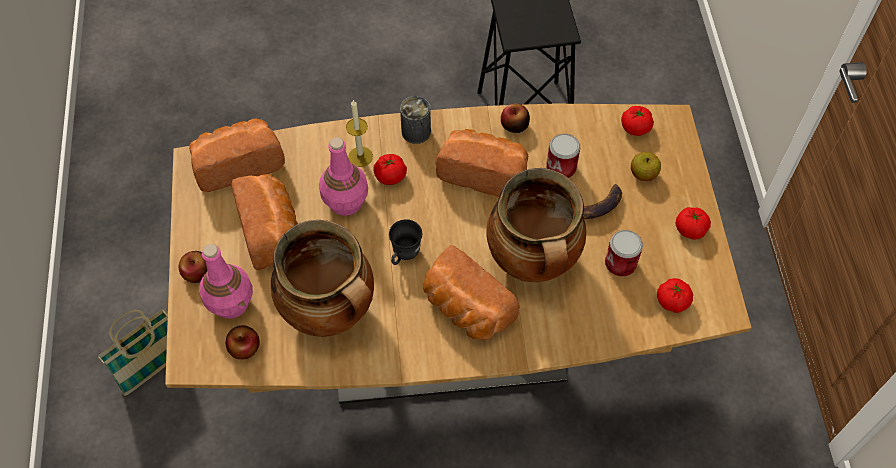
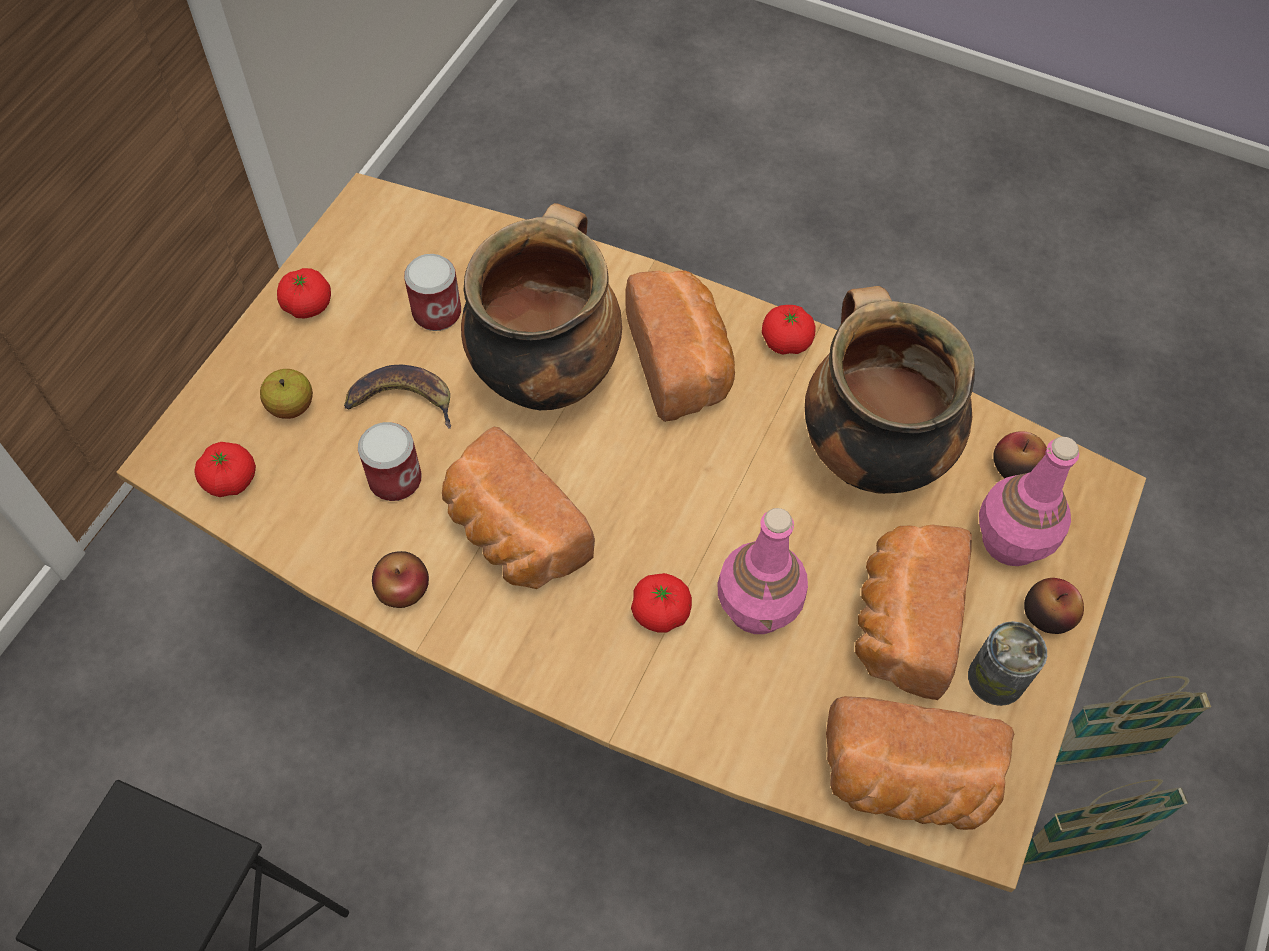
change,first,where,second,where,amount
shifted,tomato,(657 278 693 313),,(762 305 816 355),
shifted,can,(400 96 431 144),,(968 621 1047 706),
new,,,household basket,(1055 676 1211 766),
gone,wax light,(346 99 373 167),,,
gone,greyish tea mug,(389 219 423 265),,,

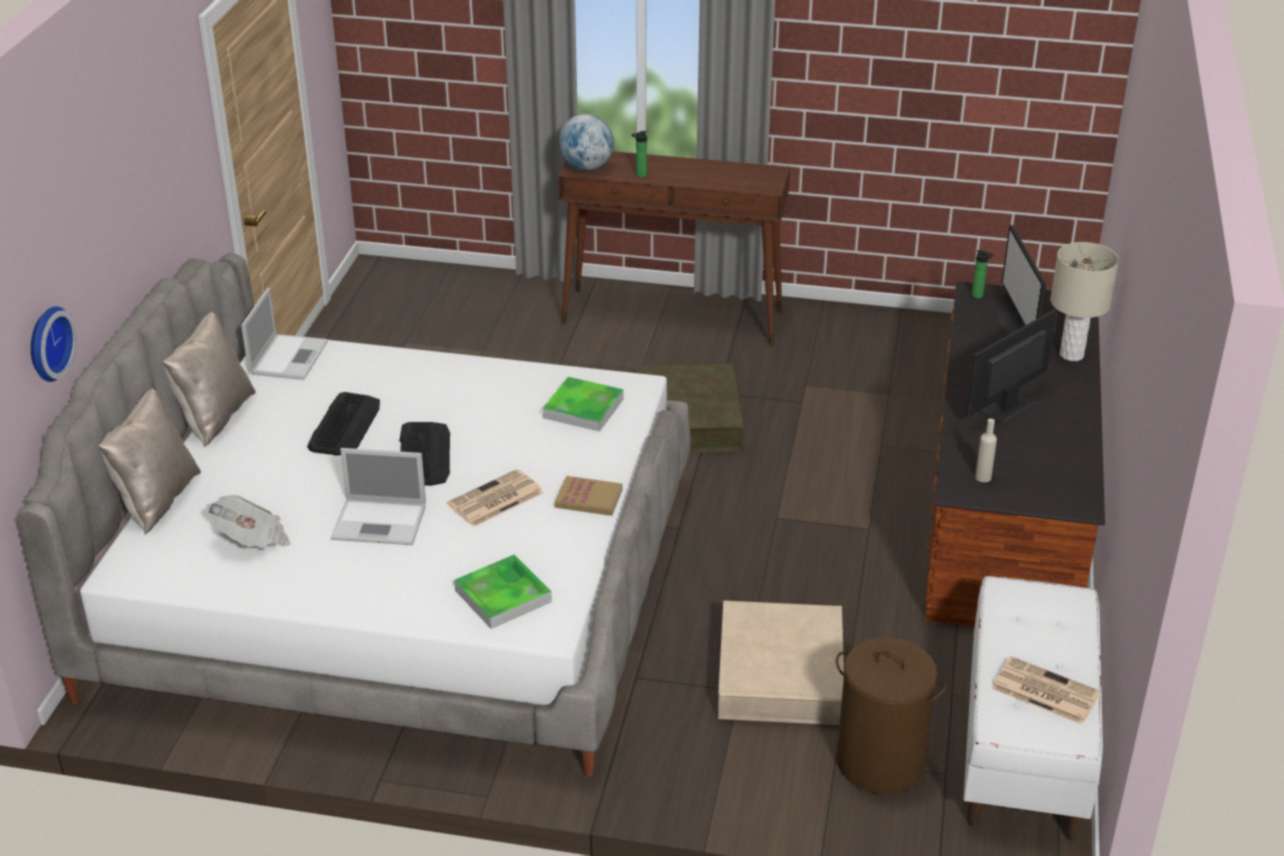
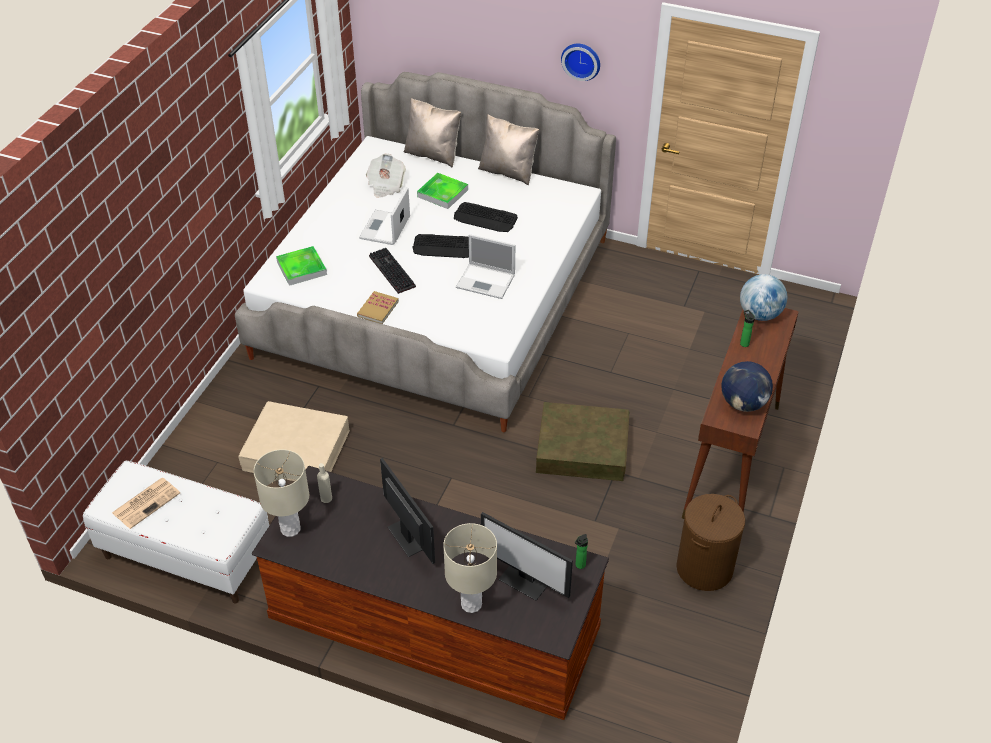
change,first,where,second,where,amount
new,,,beige-coloured lamp for a table,(253 449 309 537),
swapped,daily paper,(447 469 543 527),PC keyboard,(369 248 416 294),
shifted,carrying tray,(543 377 624 432),,(417 173 468 209),
shifted,notebook computer,(241 288 328 380),,(456 234 515 299),
rotated,monitor,(995 225 1046 335),,(481 512 573 601),150 degrees counterclockwise
shifted,wall clock,(31 306 77 382),,(561 44 600 81),
shifted,brown washing basket,(836 637 947 794),,(676 494 745 591),
new,,,desk globe,(721 361 773 412),

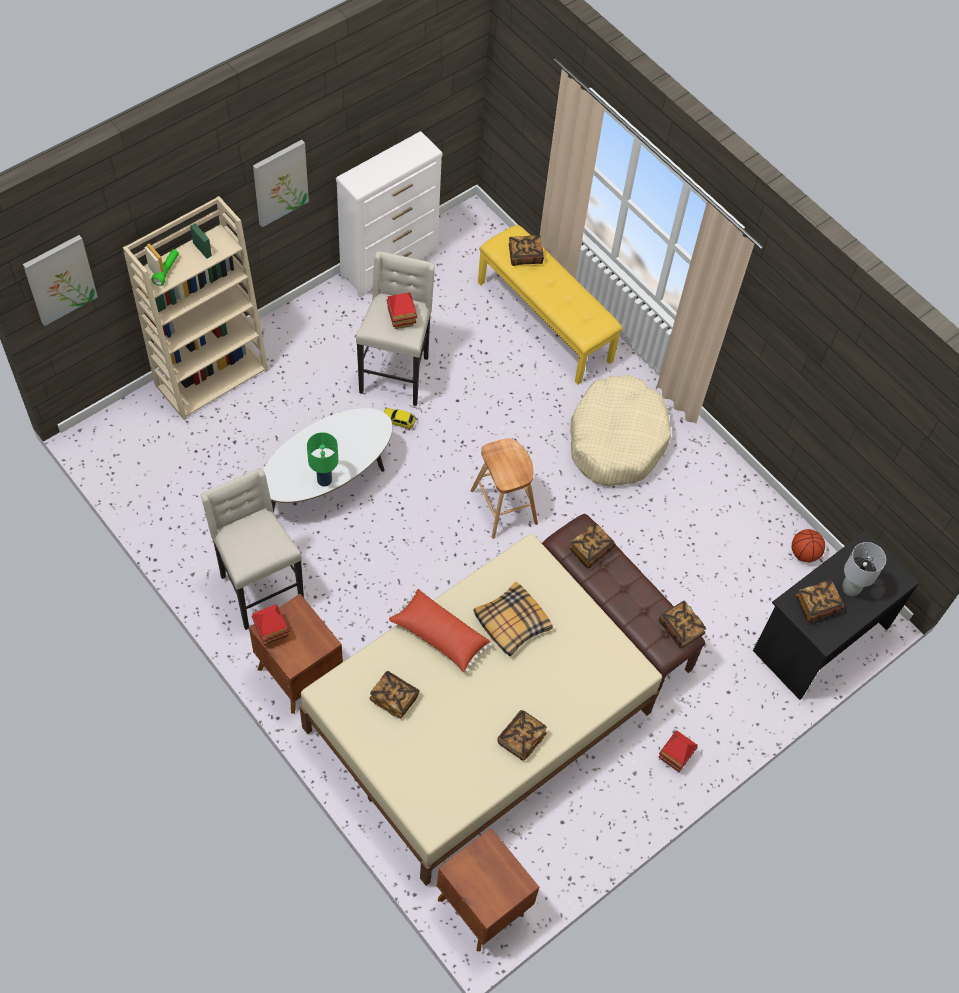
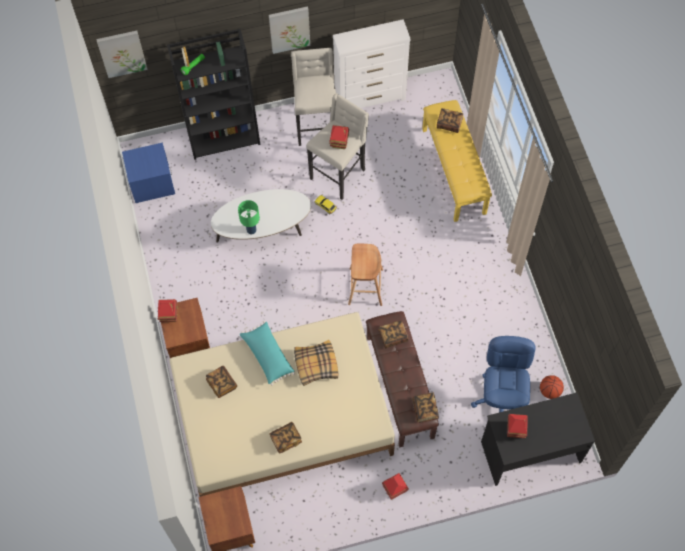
change,first,where,second,where,amount
new,,,blue night table,(122 143 175 203),
repainted,beige-coloured bookshelf,(123 196 269 420),black bookshelf,(167 29 260 160),
repainted,red-coloured pillow,(389 589 492 672),turquoise-coloured pillow,(240 321 295 386),
shifted,beige-coloured sitting stool,(200 468 304 630),,(291 48 336 146),
new,,,blue office chair,(471 336 536 412),
swapped,bound book,(796 580 844 623),model house,(507 414 528 438),
gone,beige-coloured dog cushion,(570 375 671 486),,,
gone,greyish lamp for a table,(842 542 886 596),,,

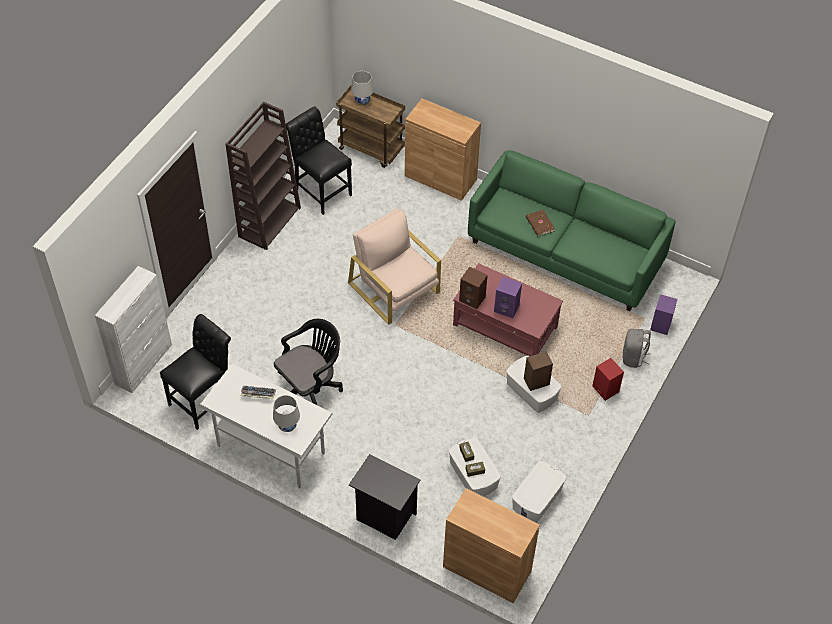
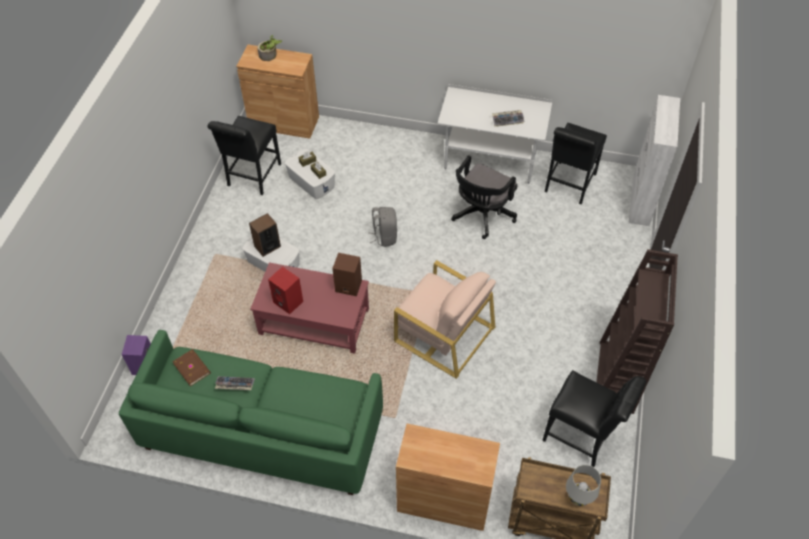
change,first,where,second,where,amount
shifted,brown bound book,(526 210 555 236),,(172 349 211 386),
swapped,white storage box,(512 461 567 523),black plain chair,(208 116 281 195),
new,,,PC keyboard,(215 376 255 390),
new,,,potted plant,(257 35 282 61),
shifted,red-coloured audio speaker,(592 358 624 401),,(268 266 303 314),
shifted,greyish backpack,(623 329 651 368),,(368 207 397 247),
gone,white lamp for a table,(273 395 300 432),,,
gone,black night table,(349 454 420 540),,,
gone,purple-coloured audio speaker,(494 277 522 318),,,

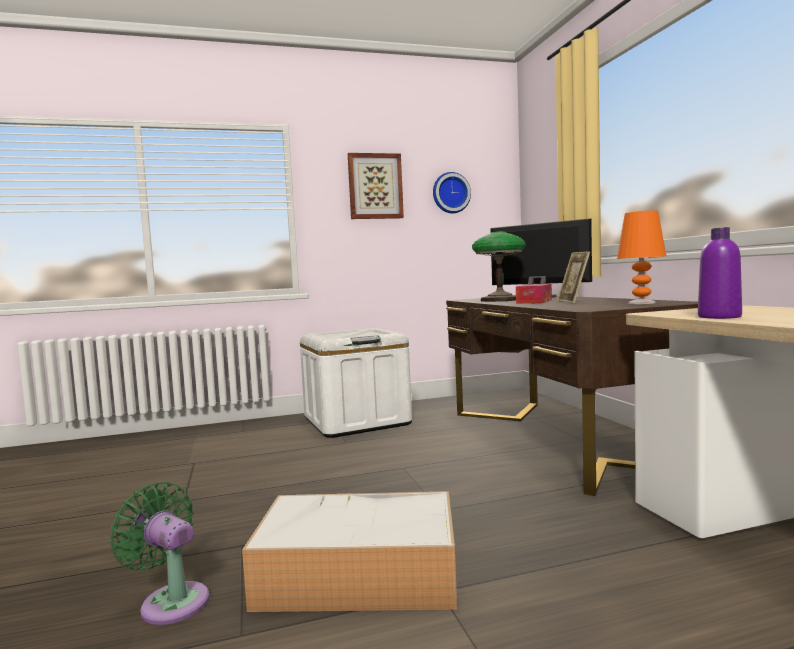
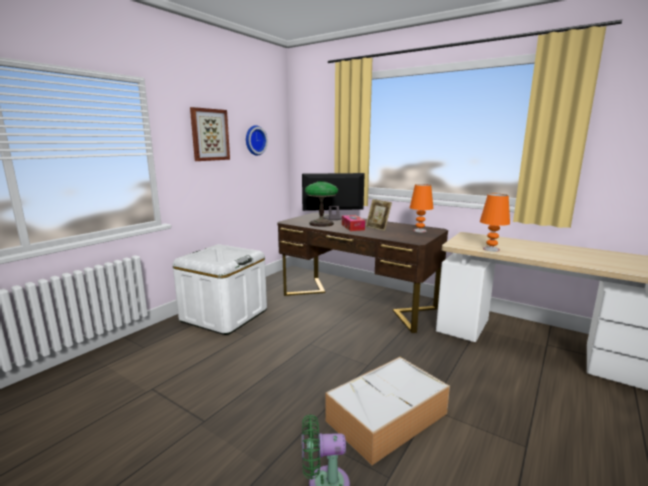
change,first,where,second,where,amount
swapped,purple-coloured beverage bottle,(698 227 742 319),orange-coloured lamp for a table,(480 194 510 252),

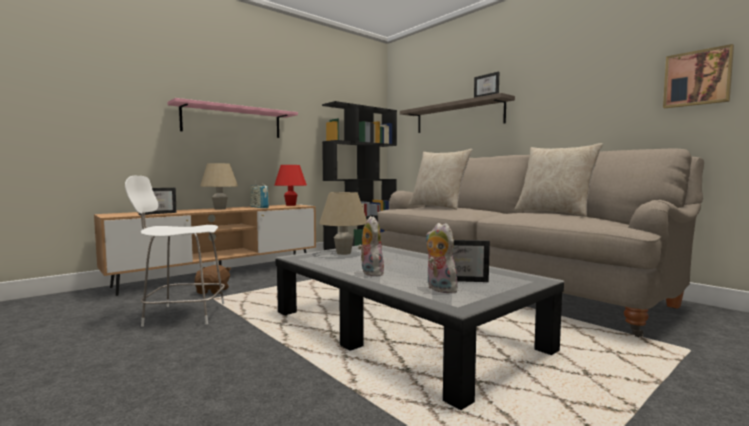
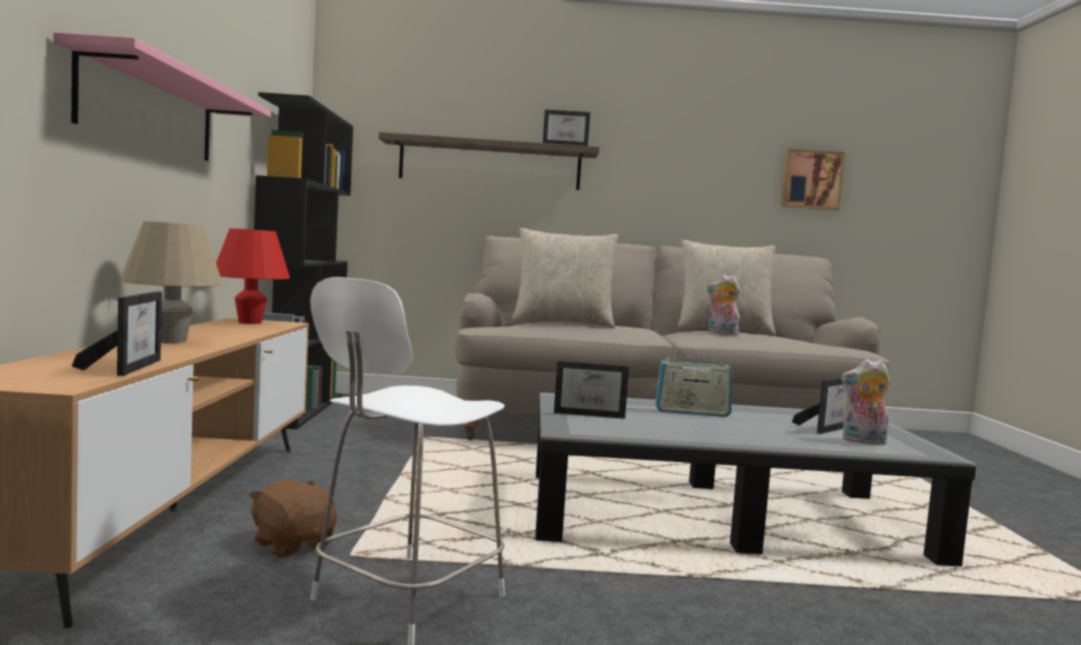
change,first,where,second,where,amount
swapped,beige-coloured lamp for a table,(319 192 367 255),picture frame,(554 361 629 419),
shifted,radio set,(250 183 269 208),,(655 350 732 417),
shifted,cuddly toy,(358 216 384 276),,(707 275 740 335),

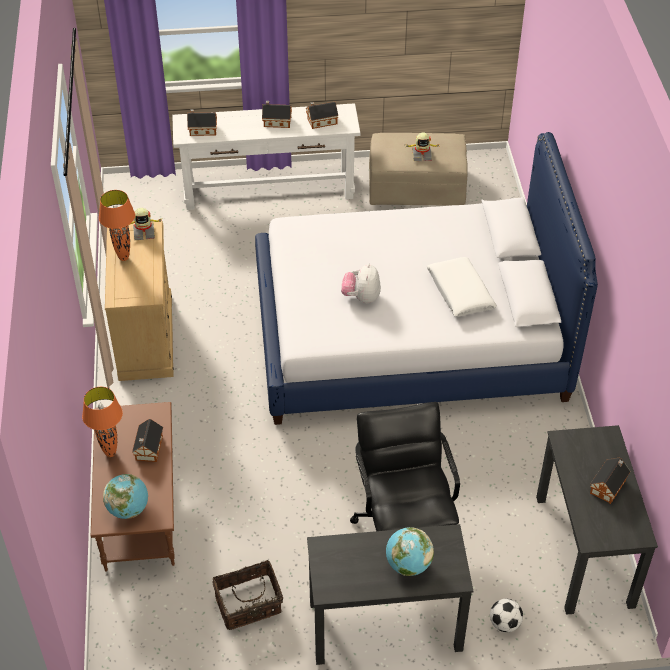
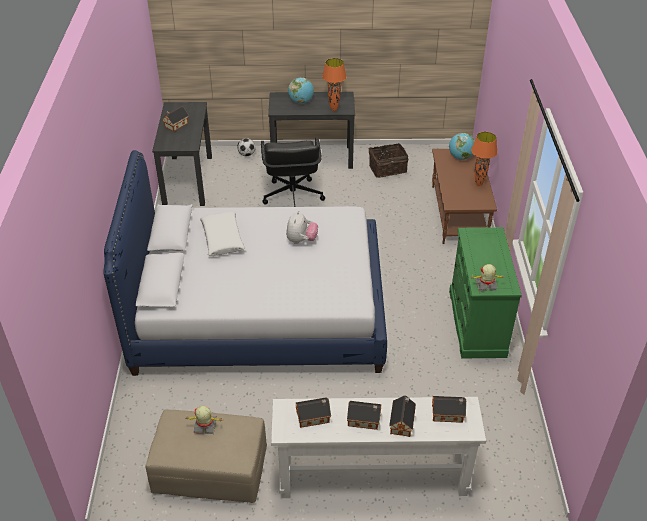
change,first,where,second,where,amount
shifted,orange-coloured lamp for a table,(99 190 135 261),,(322 58 347 111),
shifted,model house,(132 419 163 462),,(389 396 416 437),
repainted,beige-coloured drawer chest,(105 221 174 381),green-coloured drawer chest,(449 227 522 358),

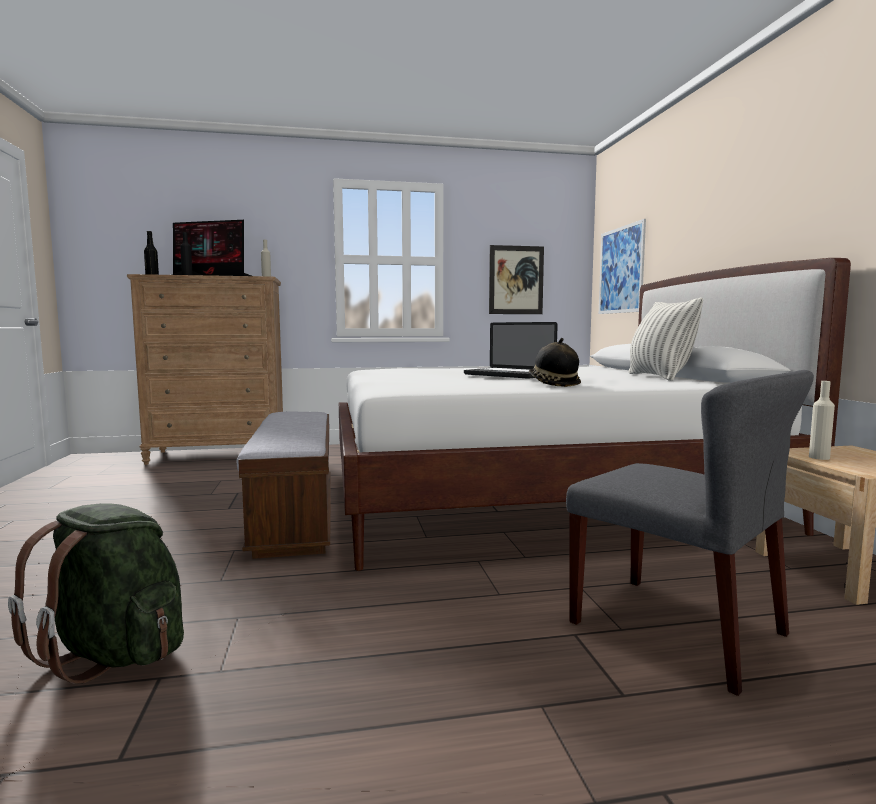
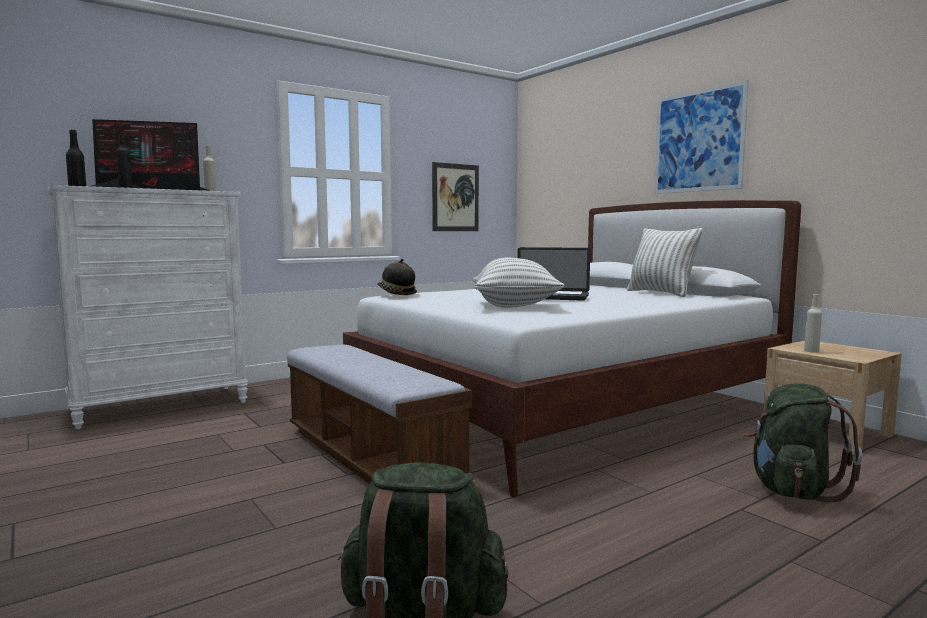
change,first,where,second,where,amount
repainted,brown drawer chest,(127 274 283 465),white drawer chest,(46 185 248 429),
shifted,wearable hat,(529 338 581 387),,(377 259 417 295),
new,,,pillow,(473 258 564 308),
shifted,wall art,(599 219 646 314),,(654 80 749 194),
swapped,greyish plain chair,(566 370 814 696),green-coloured backpack,(744 383 862 503),

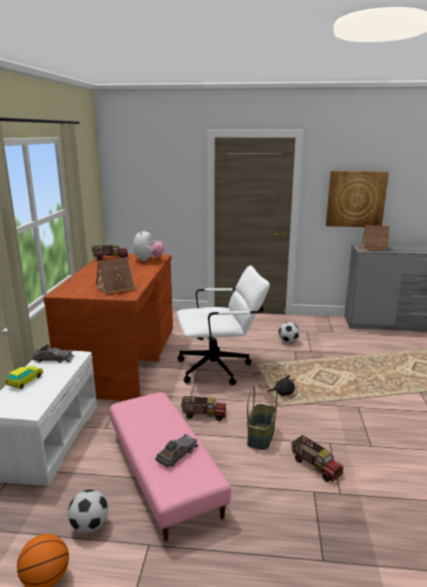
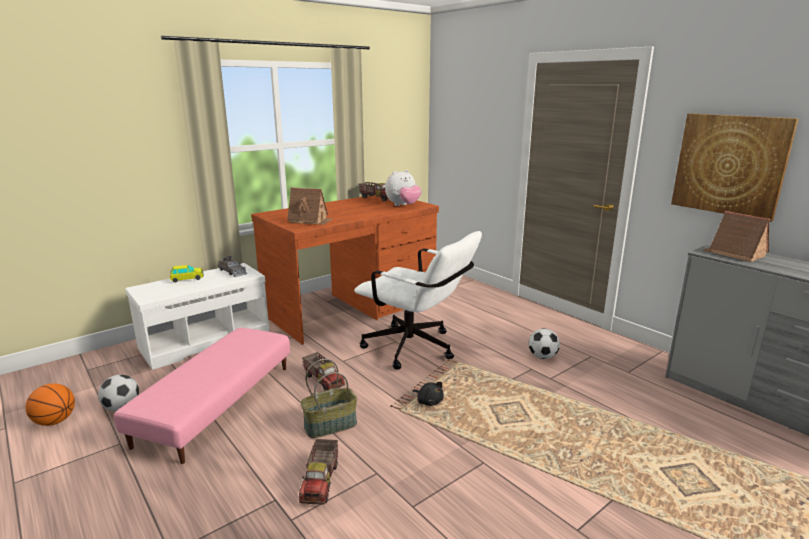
change,first,where,second,where,amount
gone,greyish miniature car,(155 434 199 467),,,

